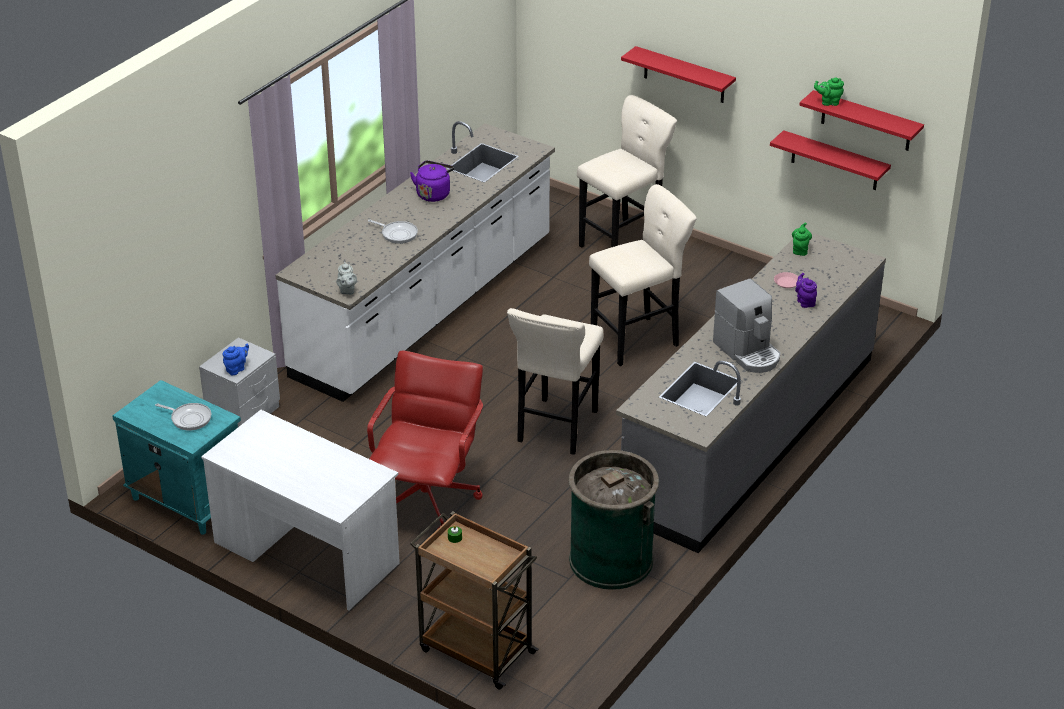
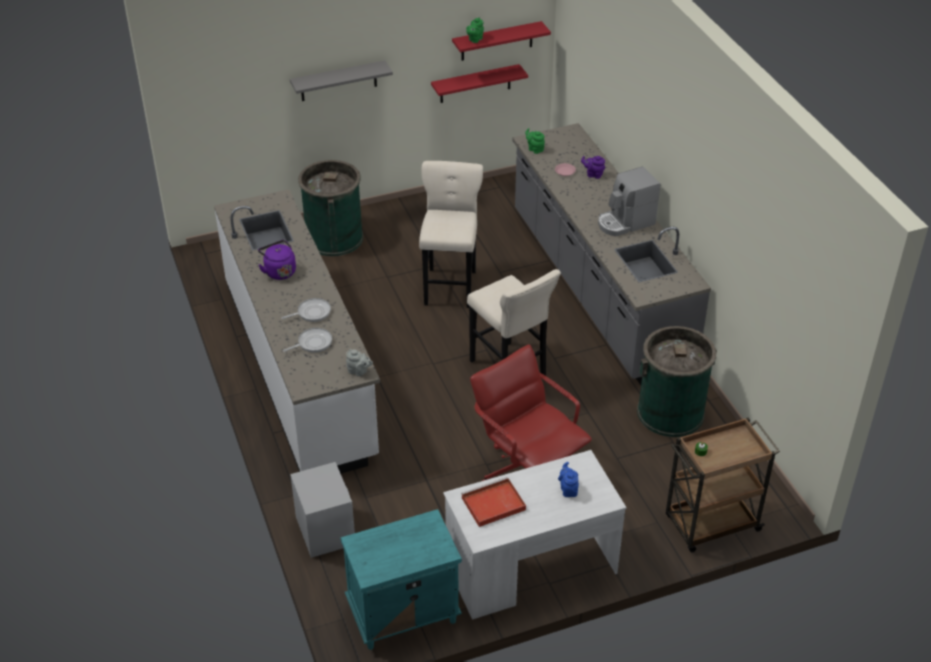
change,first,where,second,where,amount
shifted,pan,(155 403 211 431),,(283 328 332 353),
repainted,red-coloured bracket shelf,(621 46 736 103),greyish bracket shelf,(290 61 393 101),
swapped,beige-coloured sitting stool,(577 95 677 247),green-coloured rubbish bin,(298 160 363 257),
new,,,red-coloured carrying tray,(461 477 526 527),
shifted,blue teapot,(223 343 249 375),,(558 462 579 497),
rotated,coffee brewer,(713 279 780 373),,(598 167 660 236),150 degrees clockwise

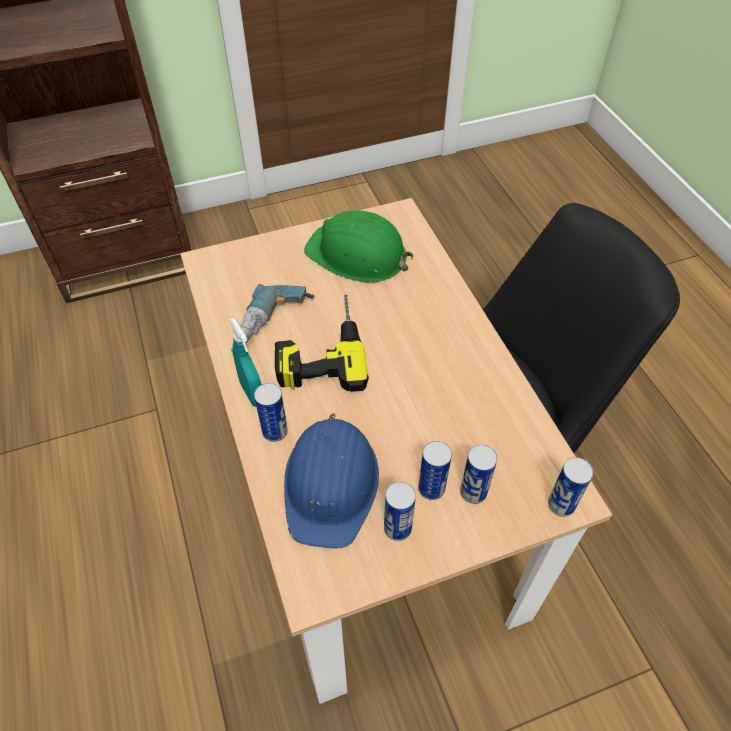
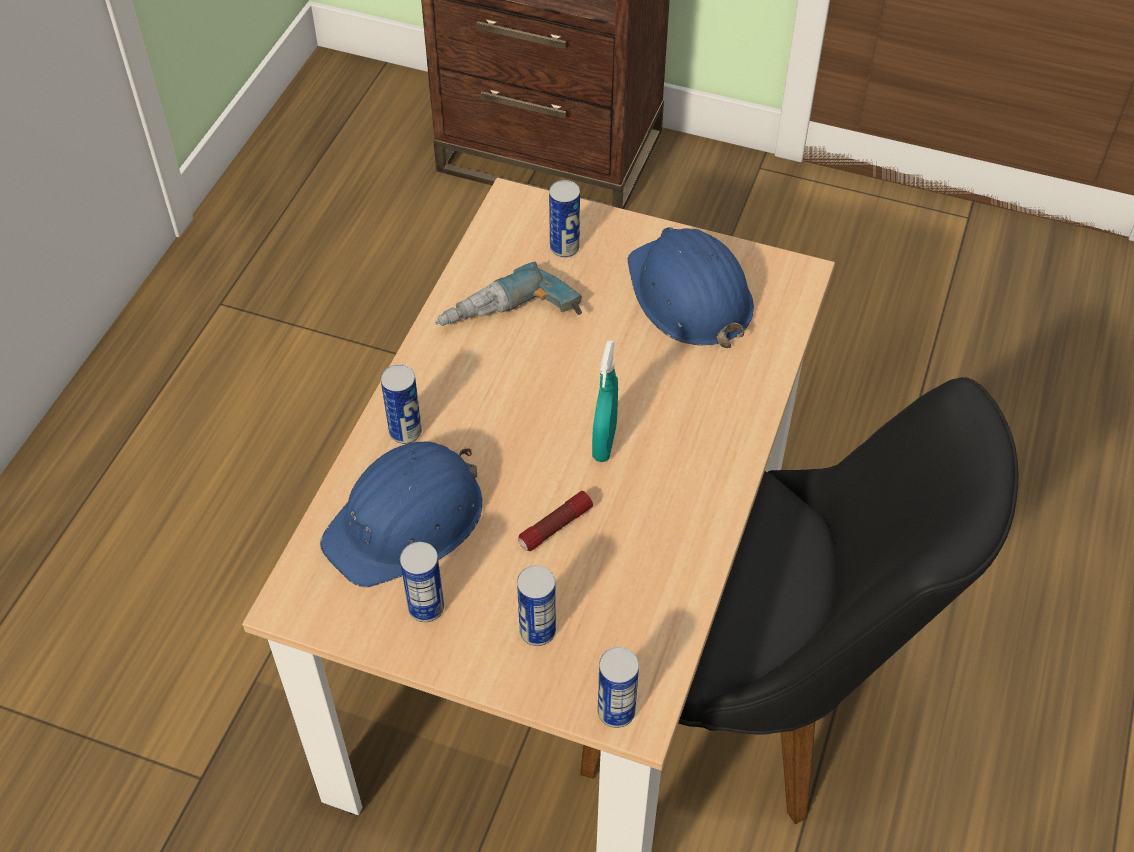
change,first,where,second,where,amount
new,,,torch,(518 491 593 551),
shifted,can,(418 441 452 500),,(549 180 580 258),
shifted,turquoise-coloured sprayer,(230 318 262 406),,(592 340 618 462),
repainted,green-coloured work helmet,(304 210 413 283),blue work helmet,(628 227 754 348),
gone,drill,(275 295 369 392),,,

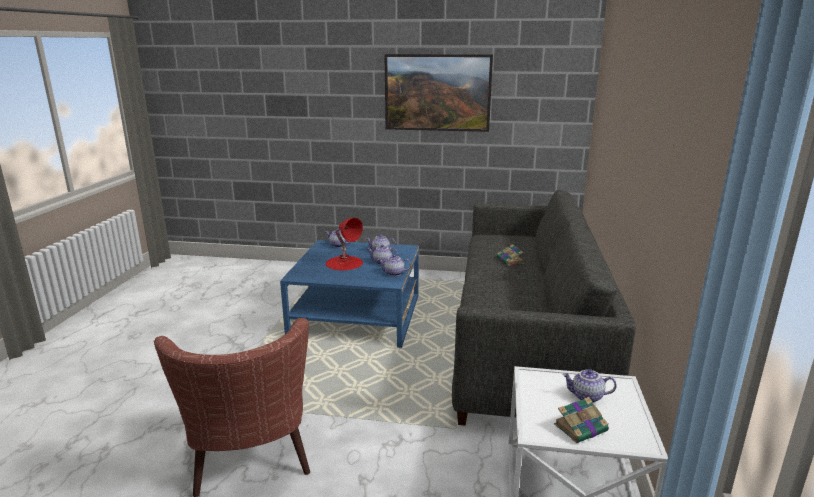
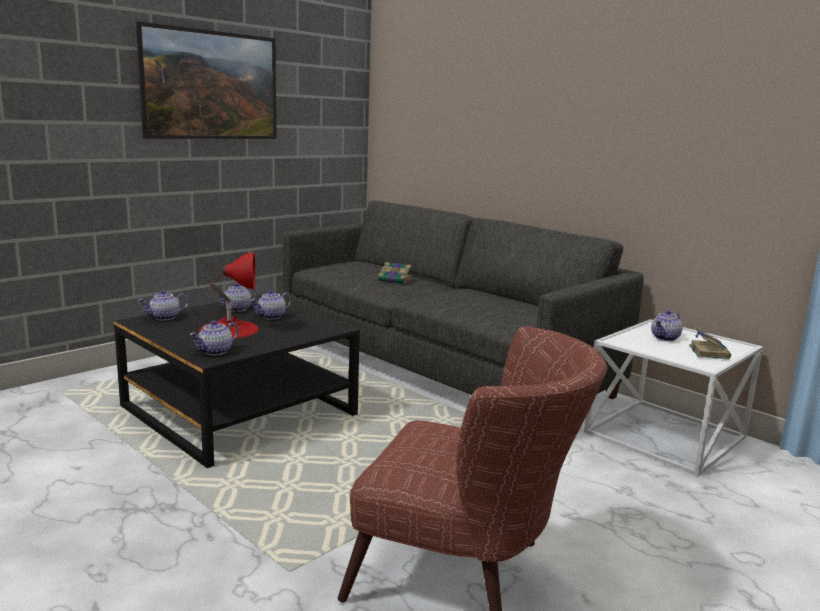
change,first,where,second,where,amount
repainted,blue low table,(280 240 419 348),black low table,(114 294 360 468),
shifted,teapot,(377 255 411 276),,(190 320 239 355),

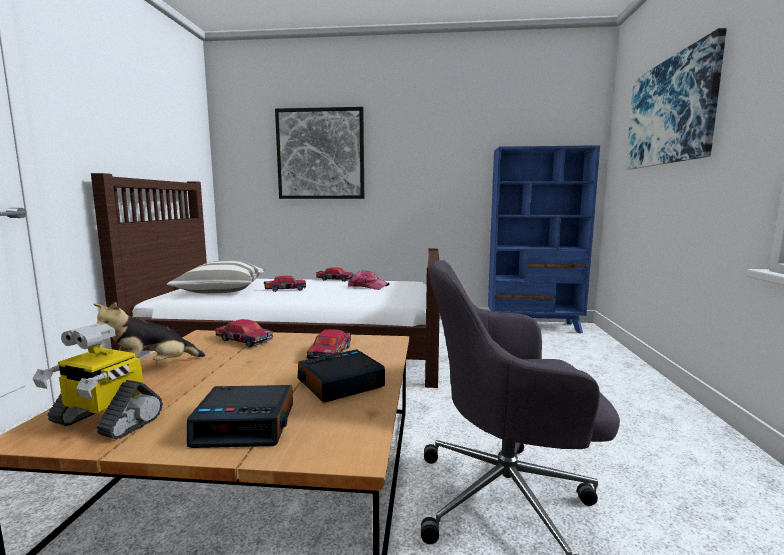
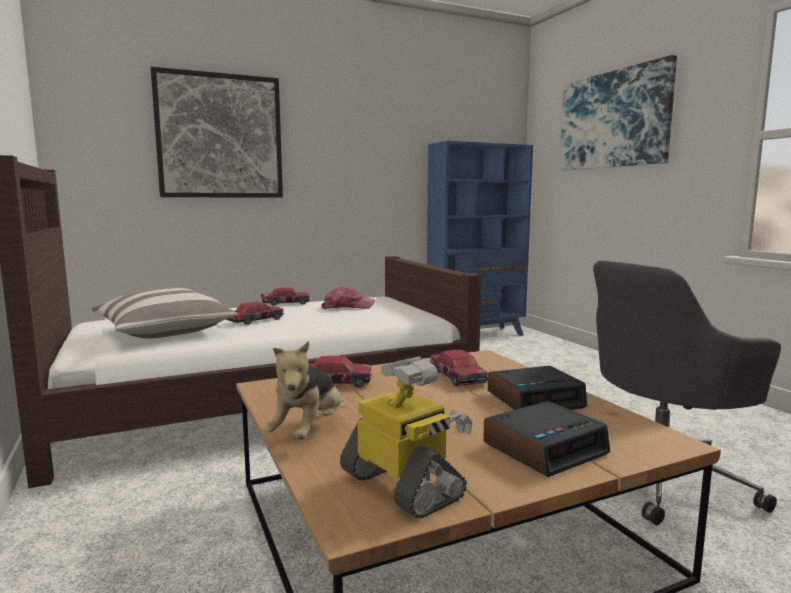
change,first,where,second,where,amount
rotated,toy robot,(32 323 163 439),,(340 356 472 518),120 degrees counterclockwise
rotated,bedside clock,(298 349 385 403),,(488 366 587 410),135 degrees counterclockwise

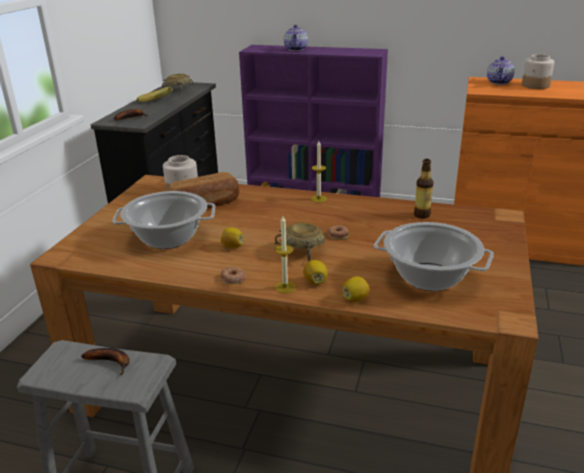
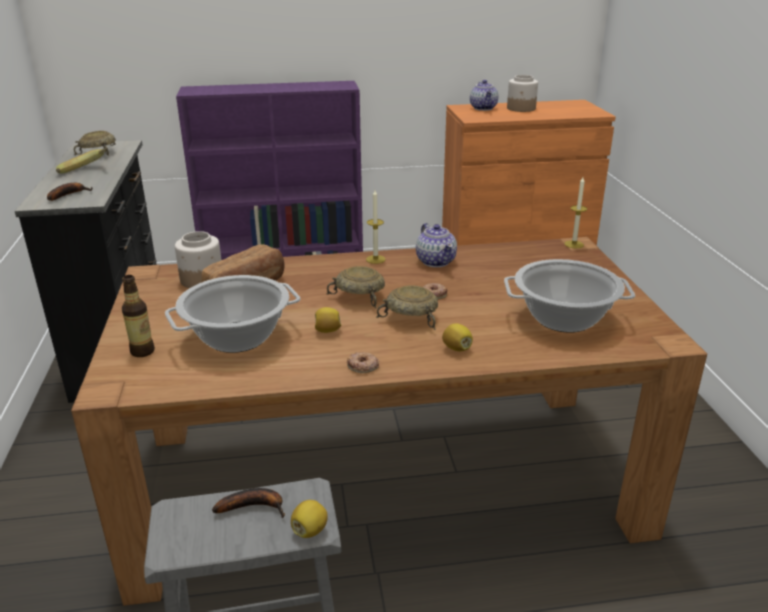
change,first,where,second,where,amount
shifted,beverage bottle,(414 159 433 218),,(122 275 155 357),
shifted,citrus fruit,(342 276 370 302),,(291 500 328 538),
new,,,beige-coloured bowl,(326 266 385 309),
shifted,teapot,(284 24 308 51),,(416 223 457 267),
shifted,wax light,(275 216 296 293),,(564 177 587 248),

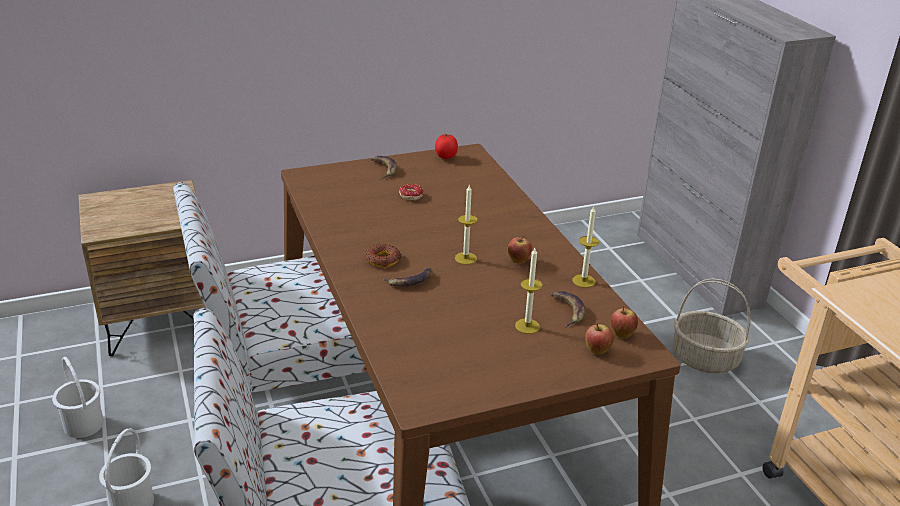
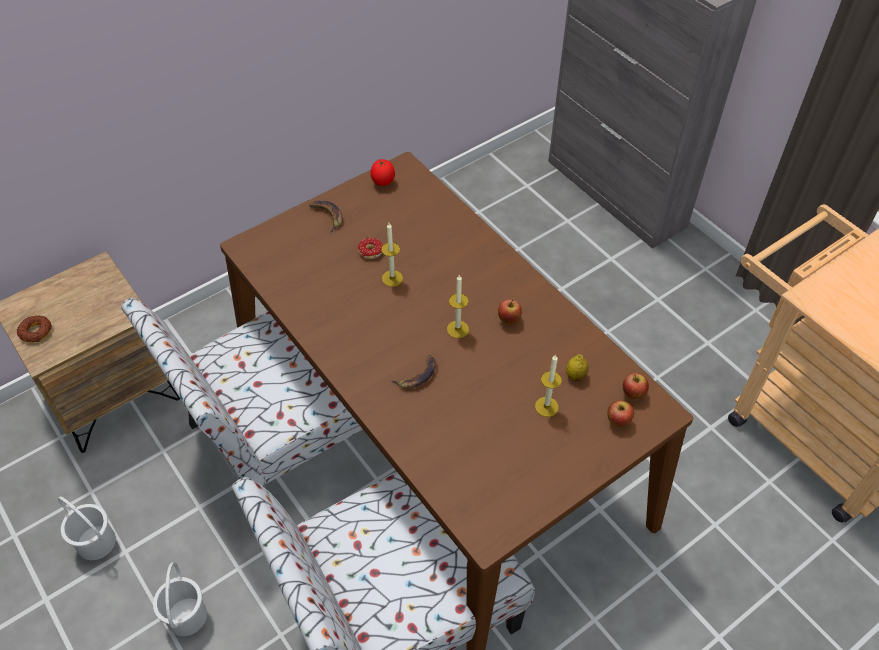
change,first,where,second,where,amount
shifted,doughnut,(365 244 401 267),,(17 315 52 343),
shifted,wax light,(573 206 599 288),,(381 223 403 287),
swapped,banana fruit,(551 291 585 328),citrus fruit,(566 354 589 381),
gone,household basket,(672 279 751 373),,,

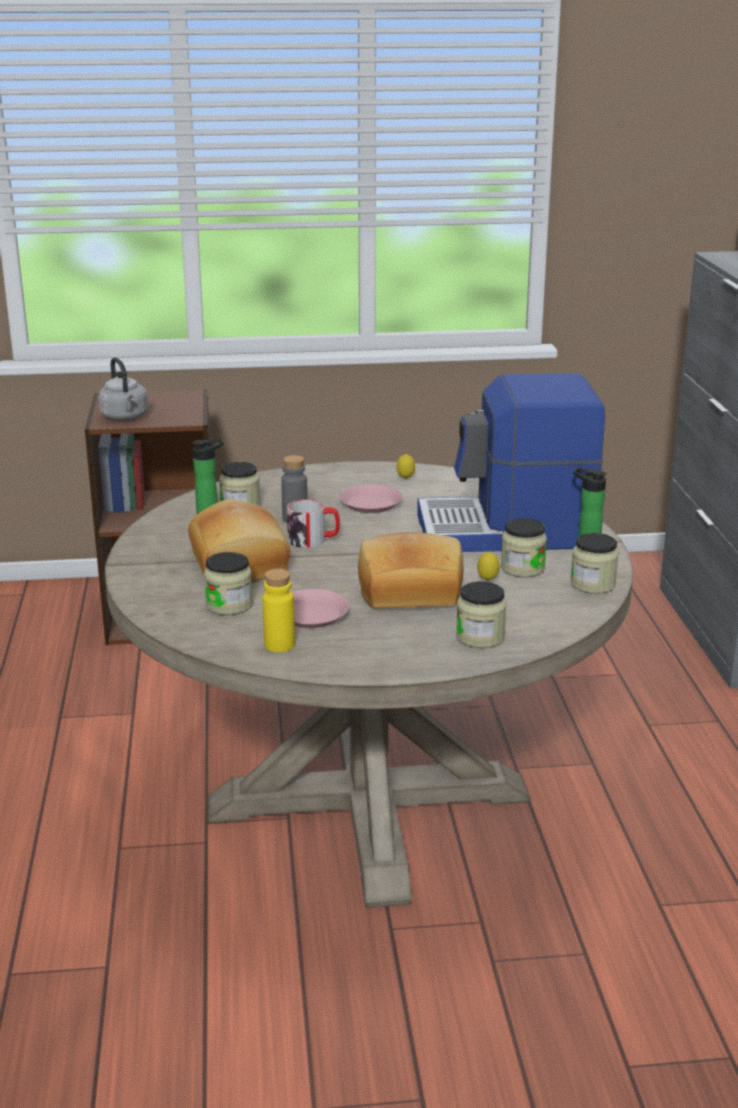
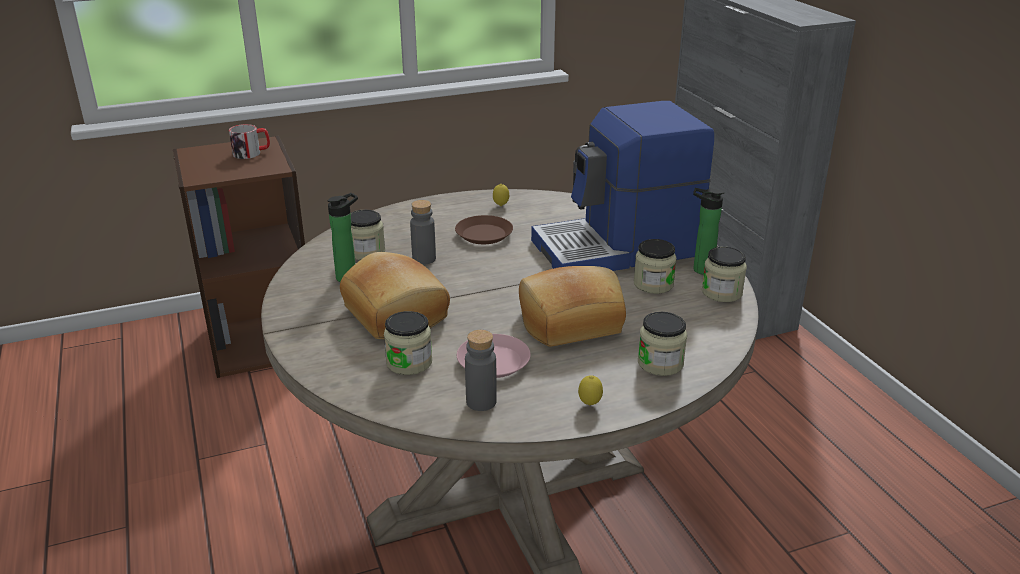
change,first,where,second,where,amount
shifted,tea mug,(287 499 340 548),,(229 124 270 159),
repainted,pink flat dish,(339 484 403 513),brown flat dish,(455 215 513 244),
repainted,yellow-coloured beverage bottle,(262 569 295 652),greyish beverage bottle,(465 330 497 411),
shifted,citrus fruit,(477 552 500 581),,(578 375 603 405),
gone,greyish tea kettle,(98 357 148 420),,,

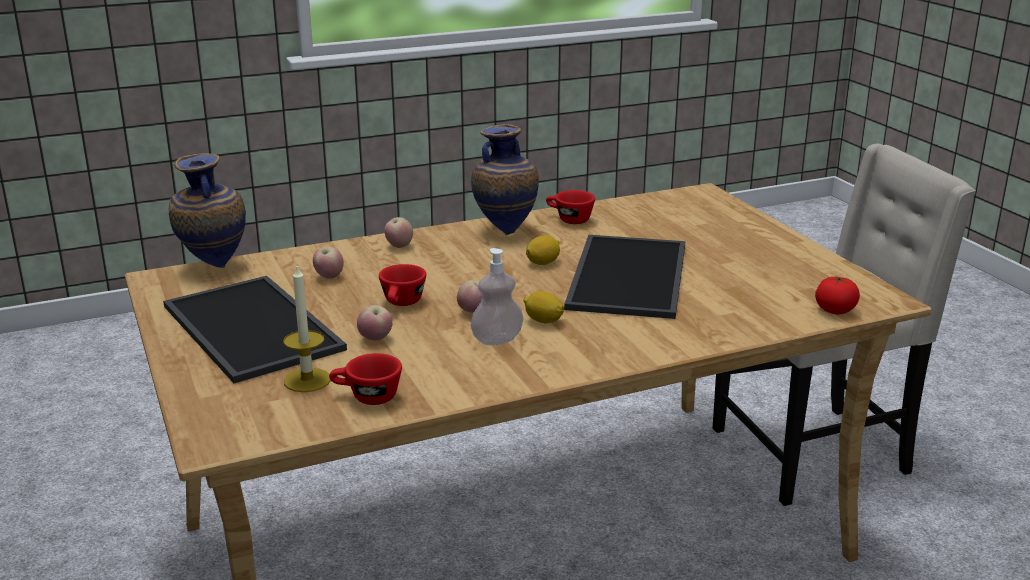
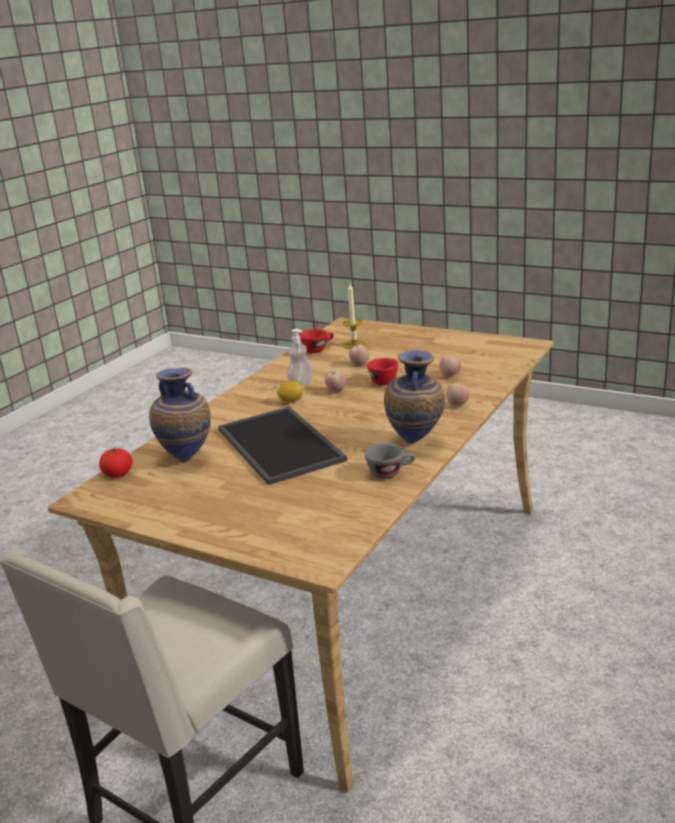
change,first,where,second,where,amount
shifted,vase,(169 153 246 268),,(149 367 211 462),
repainted,red-coloured small cup,(546 190 595 224),greyish small cup,(365 443 415 479),
gone,carrying tray,(163 276 347 383),,,
gone,citrus fruit,(526 235 560 265),,,

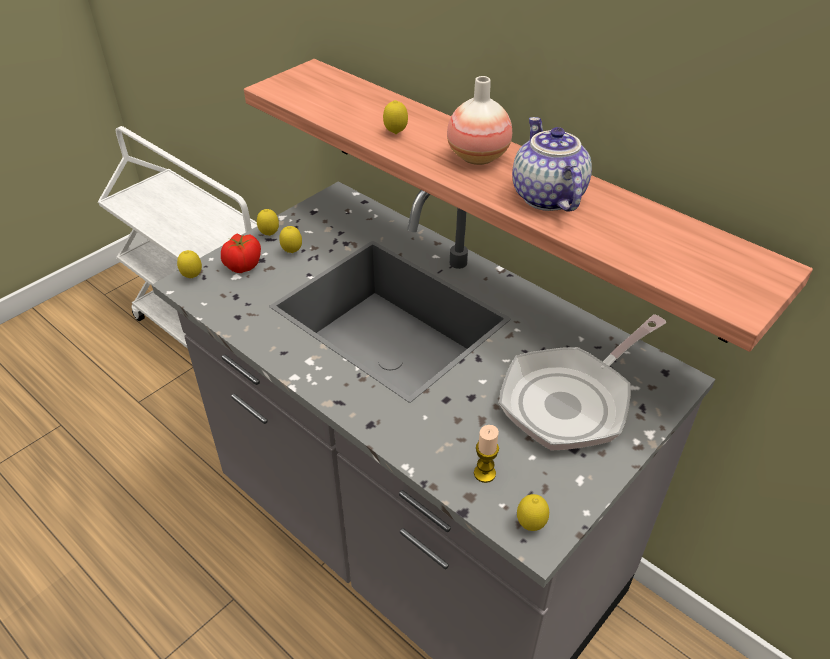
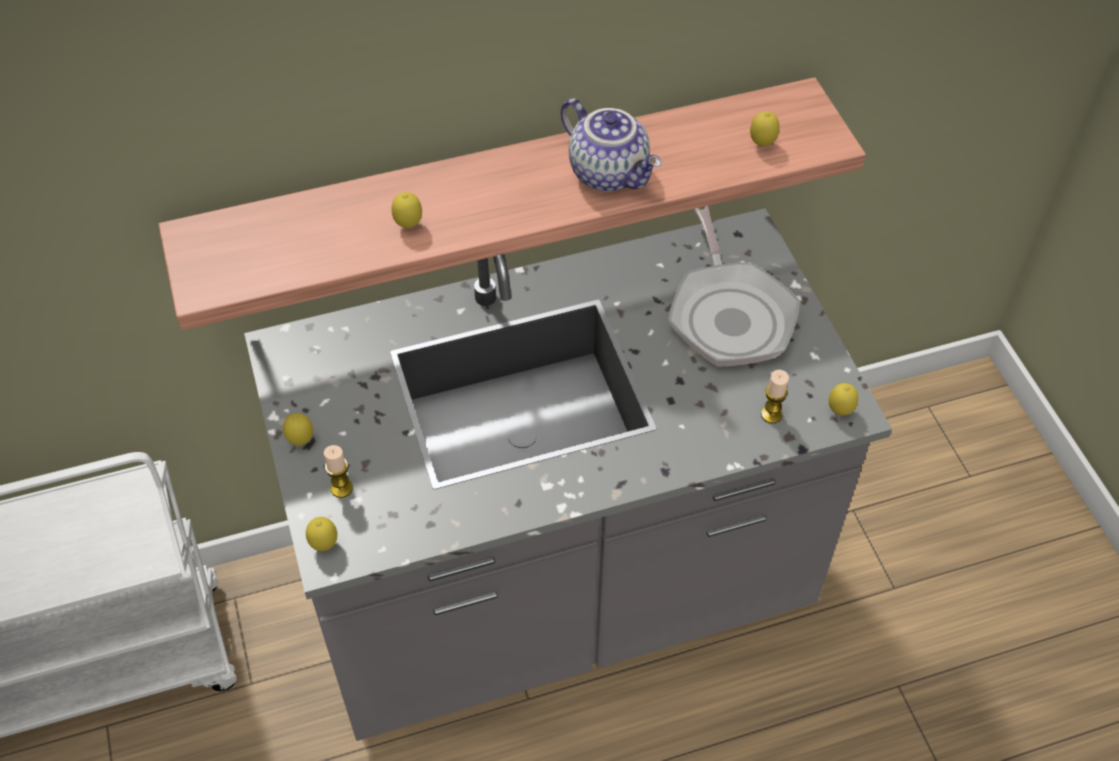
change,first,where,second,where,amount
swapped,tomato,(221 233 261 273),wax light,(324 445 353 498),
rotated,teapot,(512 117 592 212),,(560 98 661 192),150 degrees counterclockwise
shifted,citrus fruit,(279 226 302 253),,(750 111 780 146),
gone,vase,(447 76 512 165),,,

